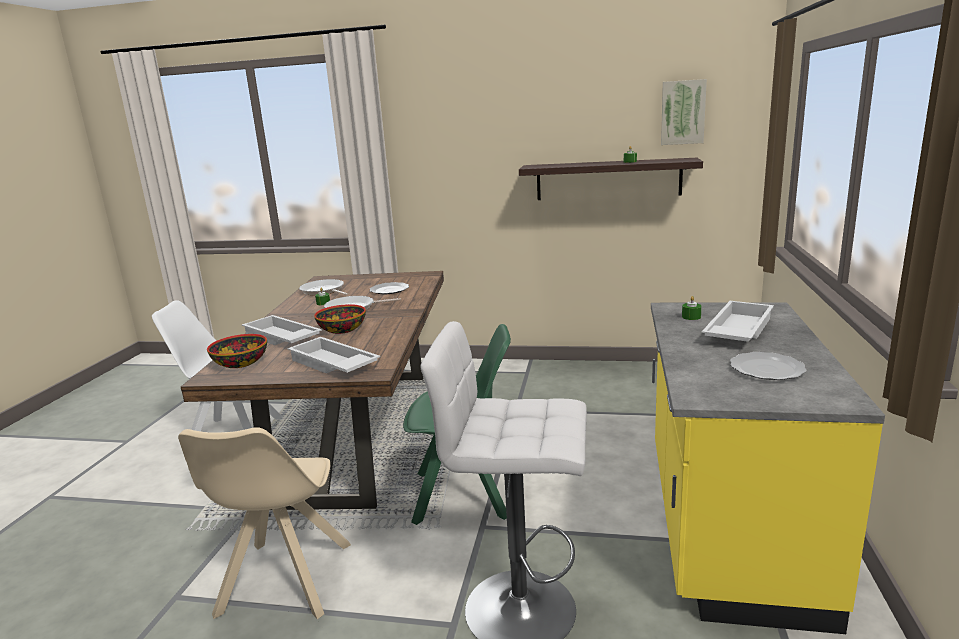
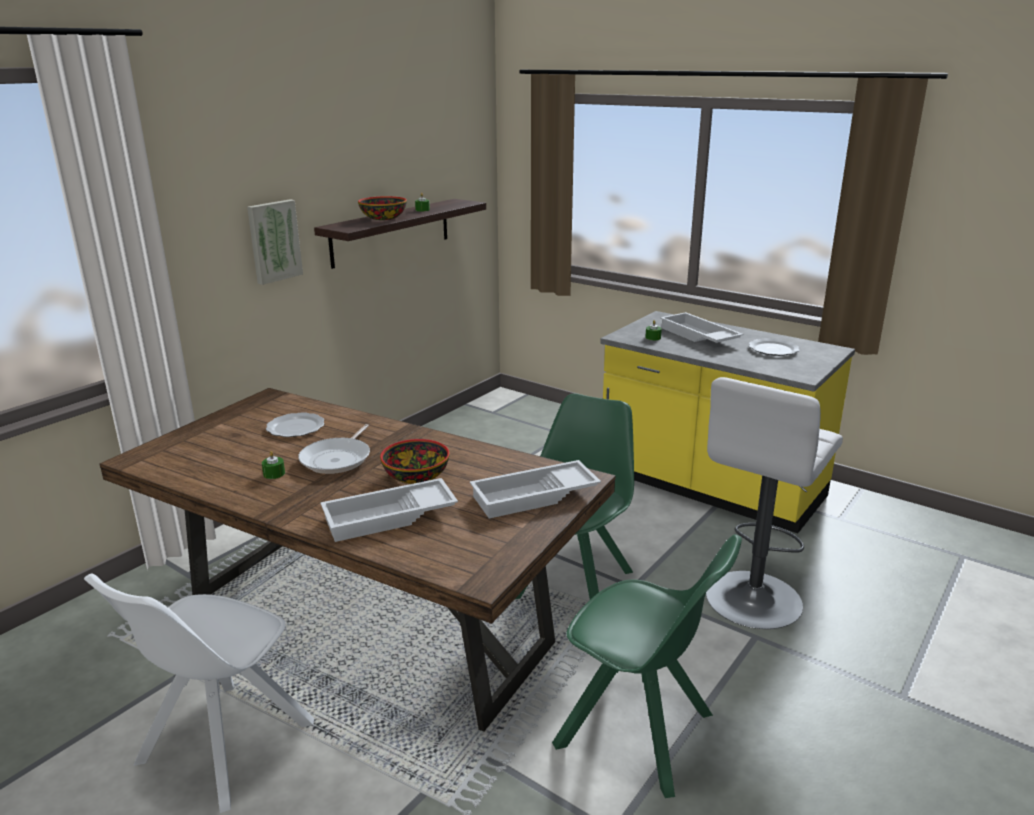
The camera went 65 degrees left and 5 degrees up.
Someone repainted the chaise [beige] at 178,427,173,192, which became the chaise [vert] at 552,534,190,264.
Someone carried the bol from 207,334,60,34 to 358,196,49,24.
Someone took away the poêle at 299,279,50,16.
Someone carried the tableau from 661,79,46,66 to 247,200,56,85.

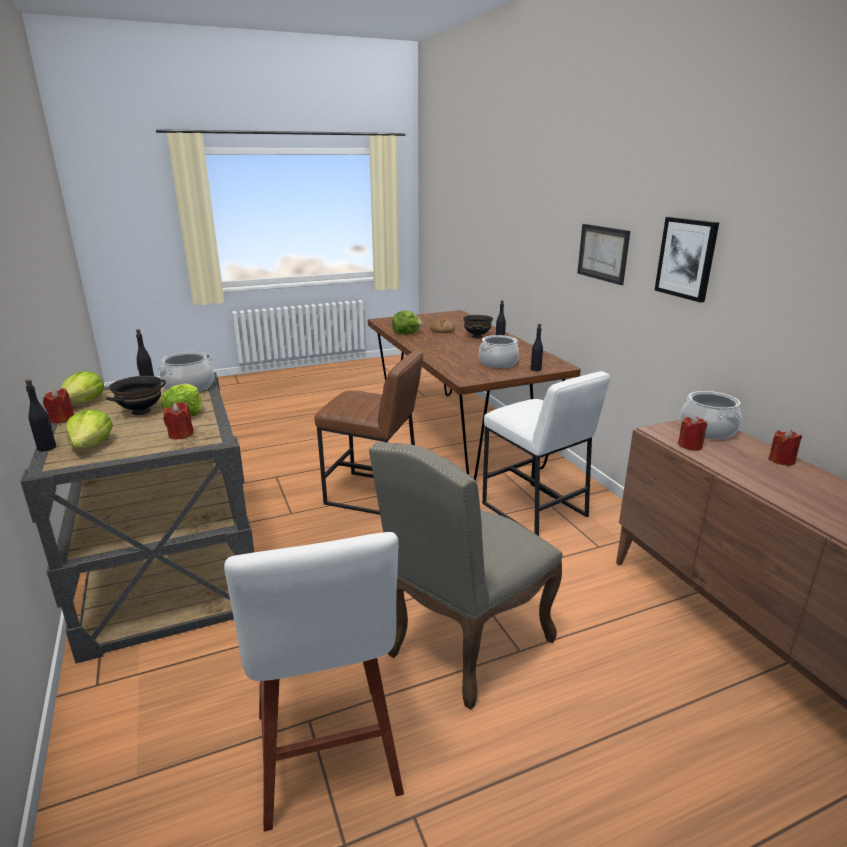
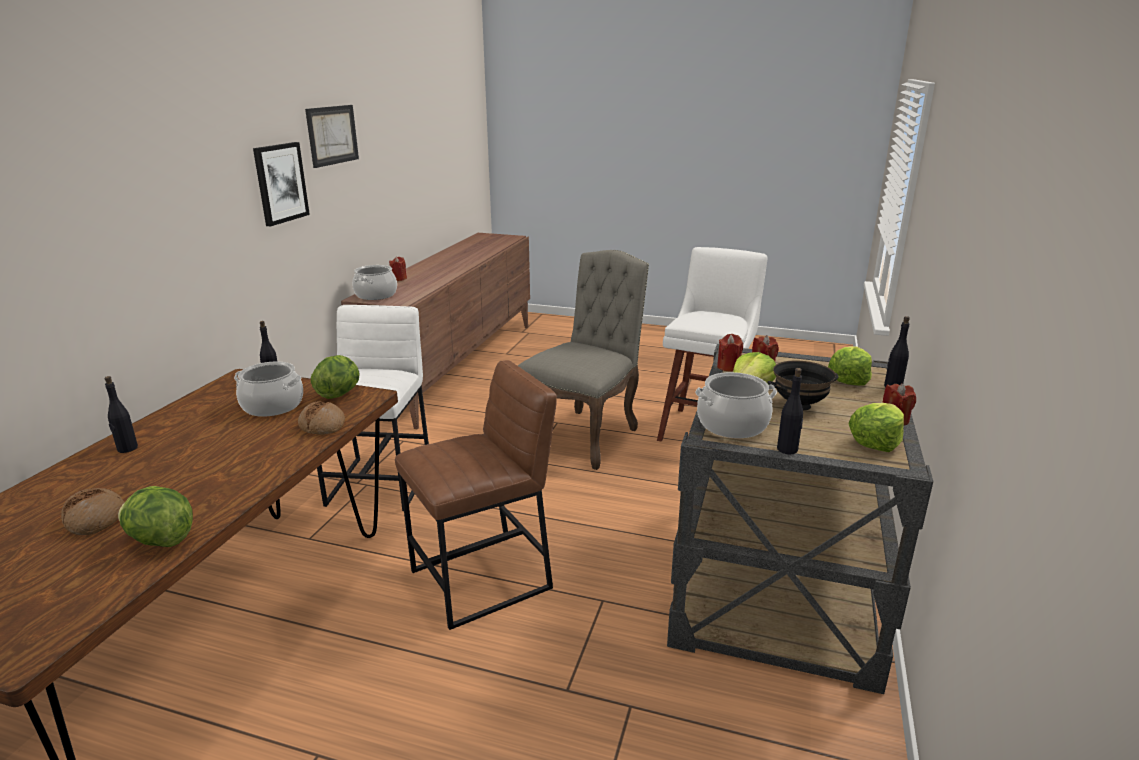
The camera went 140 degrees left and 0 degrees up.
Someone rotated the chaise [marron] at 314,351,109,164 by 90 degrees clockwise.
Someone rotated the chaise [gris] at 369,442,193,268 by 45 degrees counterclockwise.
Someone took away the bol [noir] at 463,315,30,23.
Someone carried the tableau from 577,224,53,61 to 305,105,54,63.
Someone carried the bougie [rouge] from 678,416,29,35 to 717,334,26,37.
Someone put down the pain at 298,401,47,34.
Someone put down the laitue at 311,355,49,44.

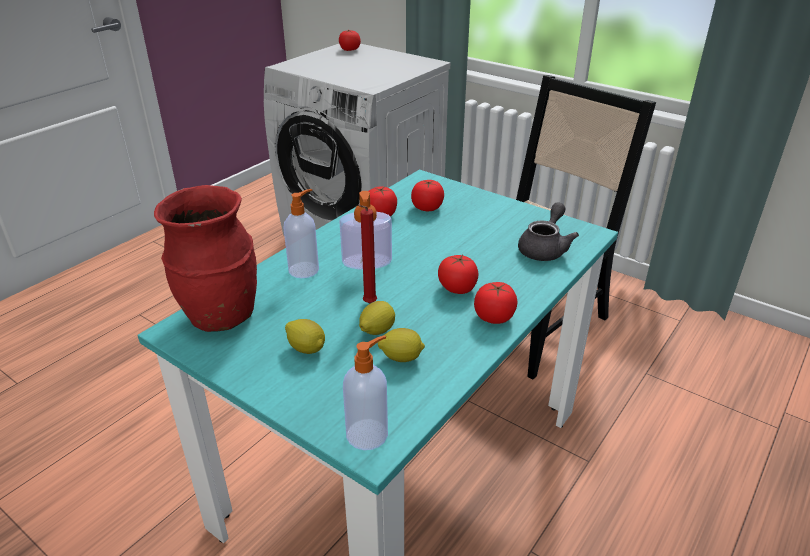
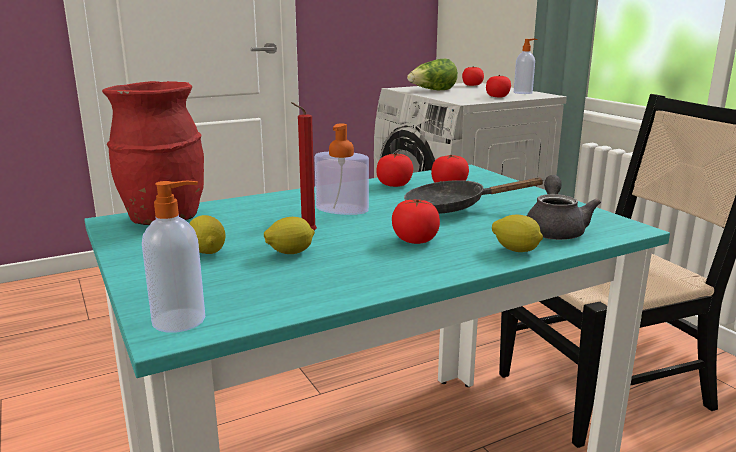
The camera went 25 degrees right and 15 degrees down.
Someone carried the distributeur de savon from 284,189,35,89 to 514,39,23,55.
Someone carried the citron from 378,328,47,34 to 492,215,51,37.
Someone carried the tomate from 474,282,44,42 to 486,75,25,22.
Someone rotated the théière [gris] at 518,202,61,59 by 45 degrees counterclockwise.
Someone put down the poêle [noir] at 404,177,141,37.
Someone put down the laitue at 407,59,51,31.

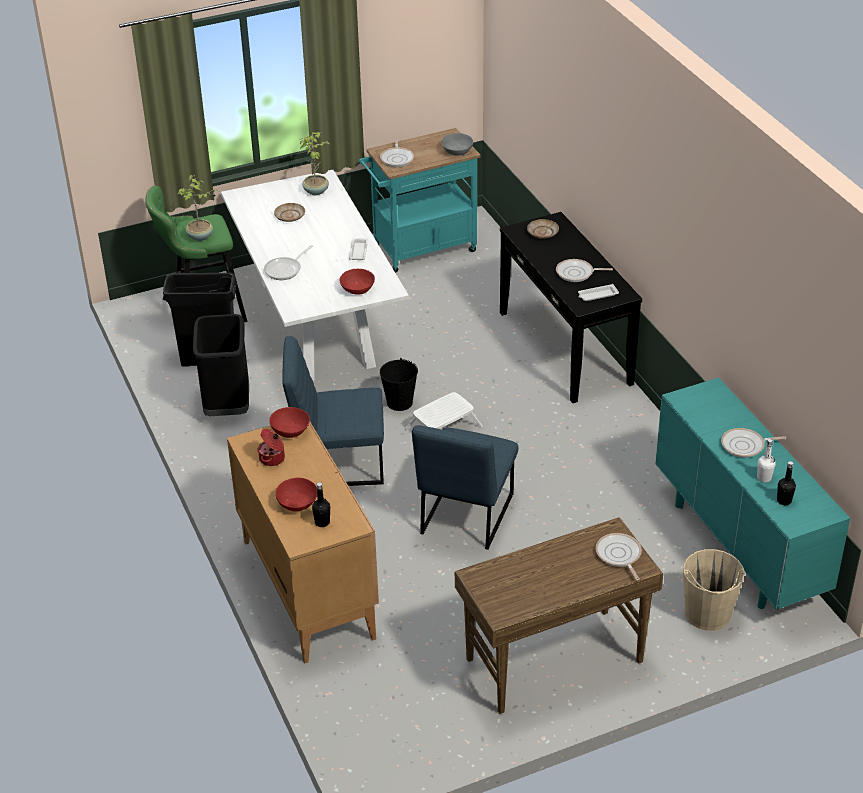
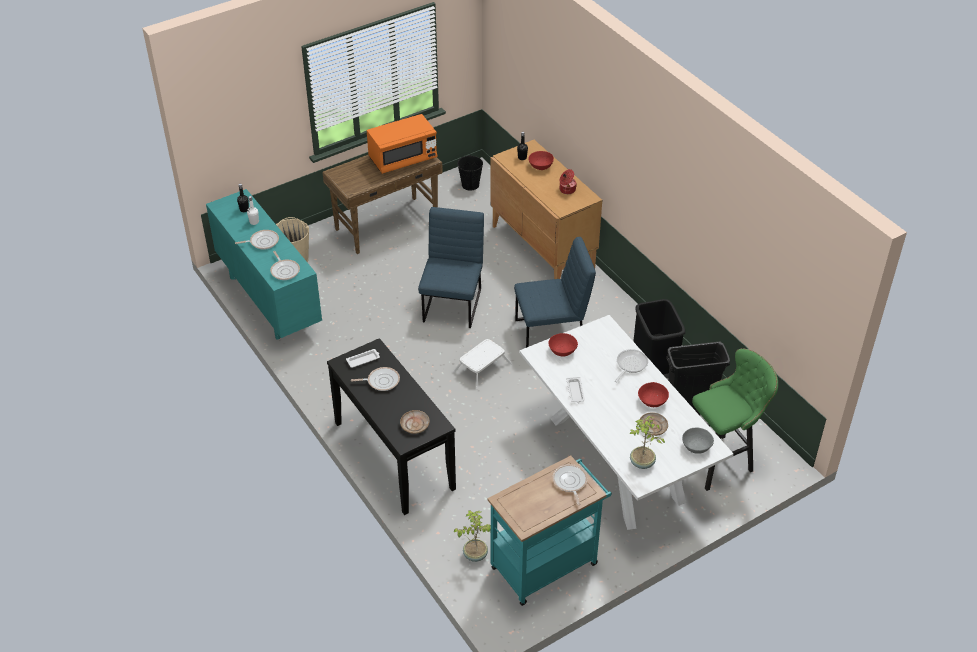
The camera went 170 degrees right and 5 degrees up.
Someone carried the plante en pot from 178,175,40,66 to 454,510,37,52.
Someone carried the bol [rouge] from 269,407,41,31 to 638,382,31,25.
Someone carried the seau [noir] from 380,358,38,53 to 457,154,26,36.
Someone carried the bol [gris] from 441,133,32,22 to 682,428,32,26.
Someone carried the poêle from 595,533,47,48 to 270,251,30,29.
Someone put down the micro-ondes [orange] at 367,114,70,60.

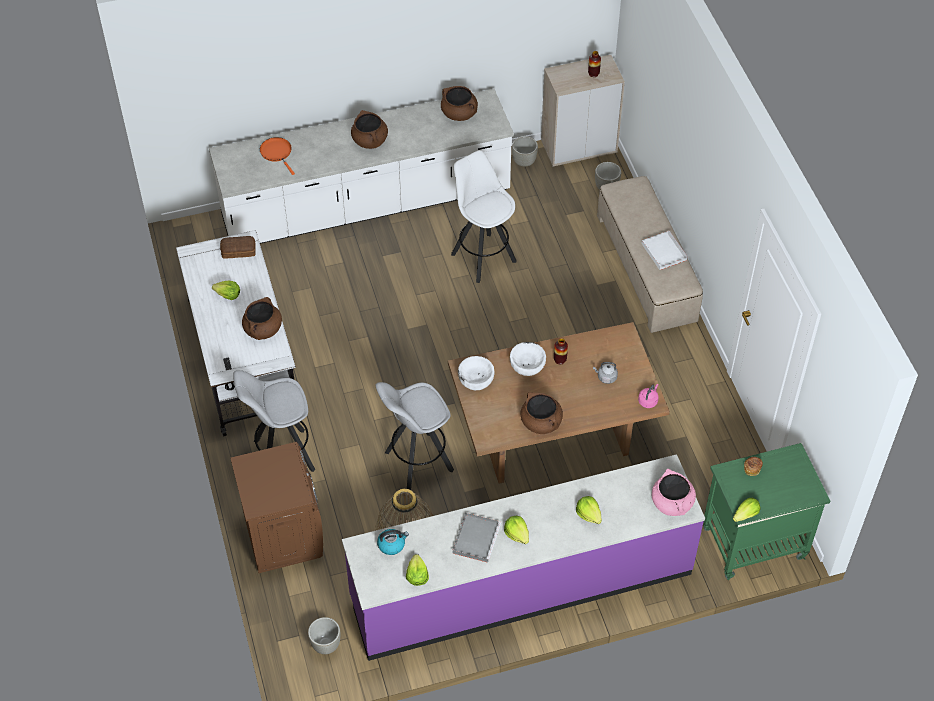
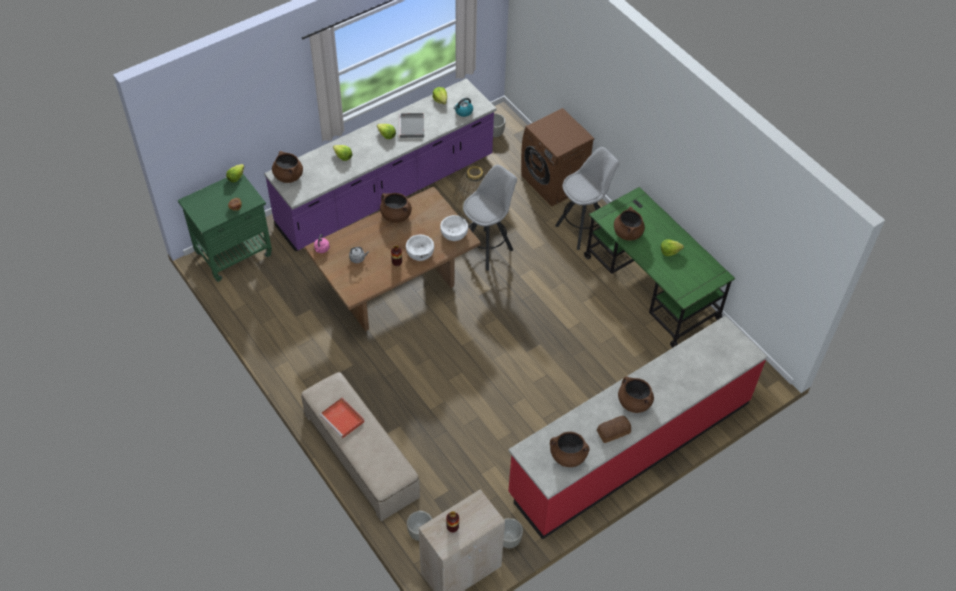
The camera went 160 degrees right and 0 degrees up.
Someone repainted the bureau [blanc] at 176,230,120,207, which became the bureau [vert] at 584,187,151,161.
Someone repainted the comptoir de cuisine [blanc] at 209,89,305,155, which became the comptoir de cuisine [rouge] at 508,316,259,224.
Someone carried the pain from 220,236,36,23 to 597,416,34,27.
Someone took away the poêle [orange] at 260,137,35,38.
Someone took away the tabouret [blanc] at 451,150,66,133.
Someone repainted the plateau [blanc] at 642,231,46,39, which became the plateau [rouge] at 320,398,44,41.
Someone repainted the marmite [rose] at 652,469,44,47, which became the marmite [marron] at 272,151,31,32.

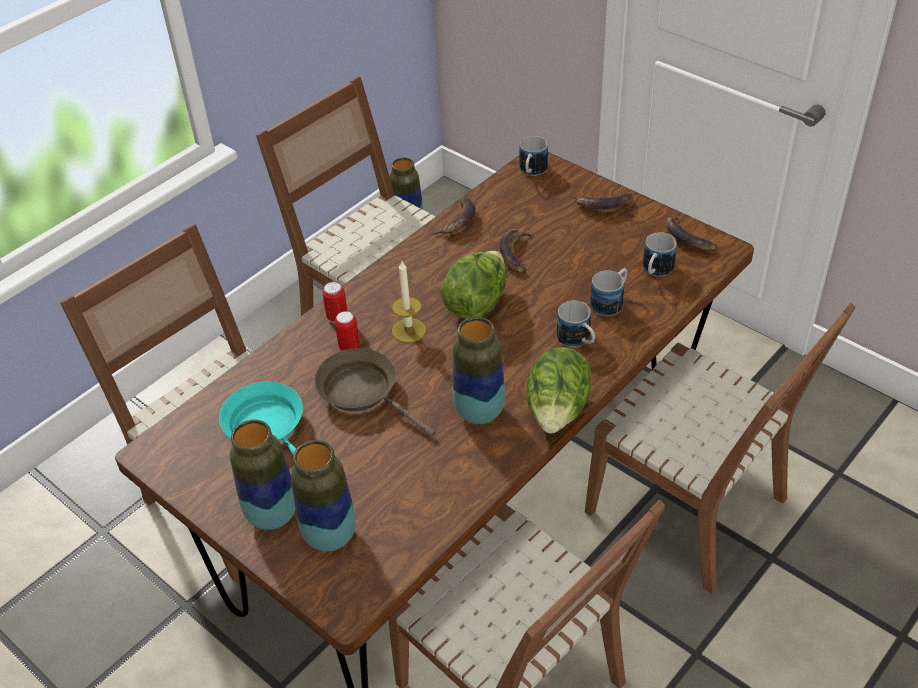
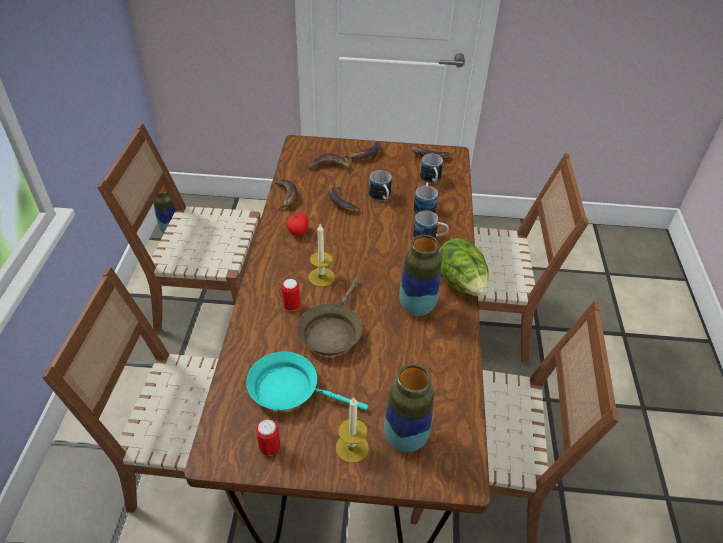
The camera went 40 degrees left and 0 degrees up.
Someone swapped the vase at 230,419,65,111 for the bougie at 336,398,33,65.
Someone rotated the poêle [marron] at 314,348,121,89 by 75 degrees counterclockwise.
Someone carried the boîte métallique from 322,282,25,41 to 256,419,24,37.
Someone took away the laitue at 441,251,66,68.
Someone carried the mug from 519,136,29,40 to 369,170,23,31.
Someone put down the tomate at 286,213,22,23.
Someone put down the banane at 309,153,42,22.

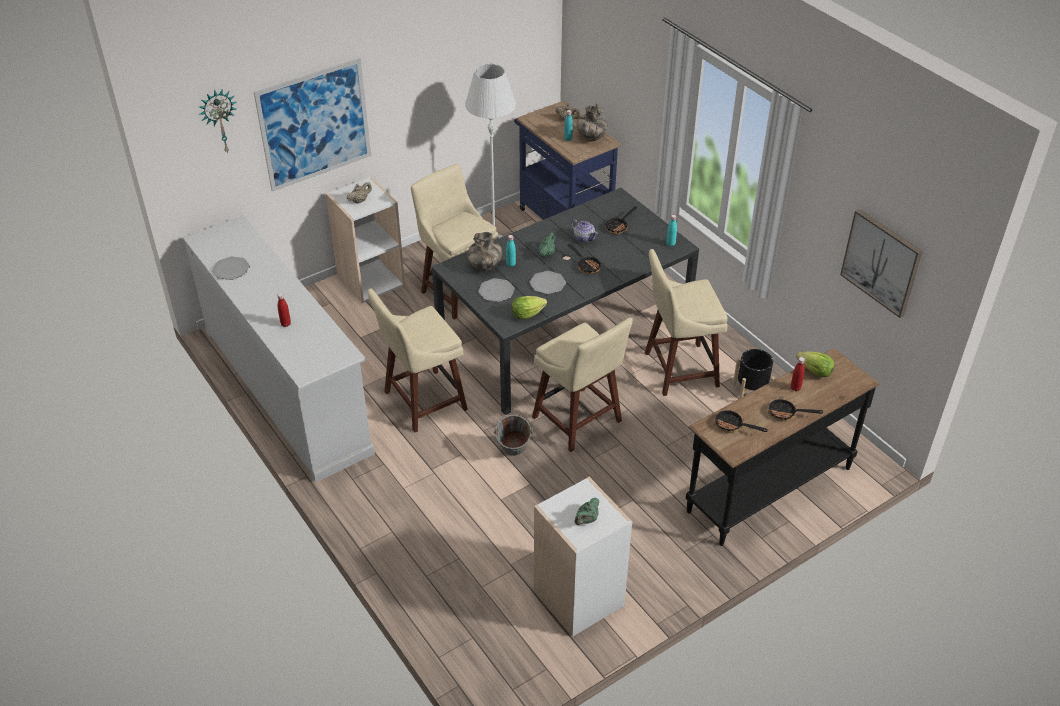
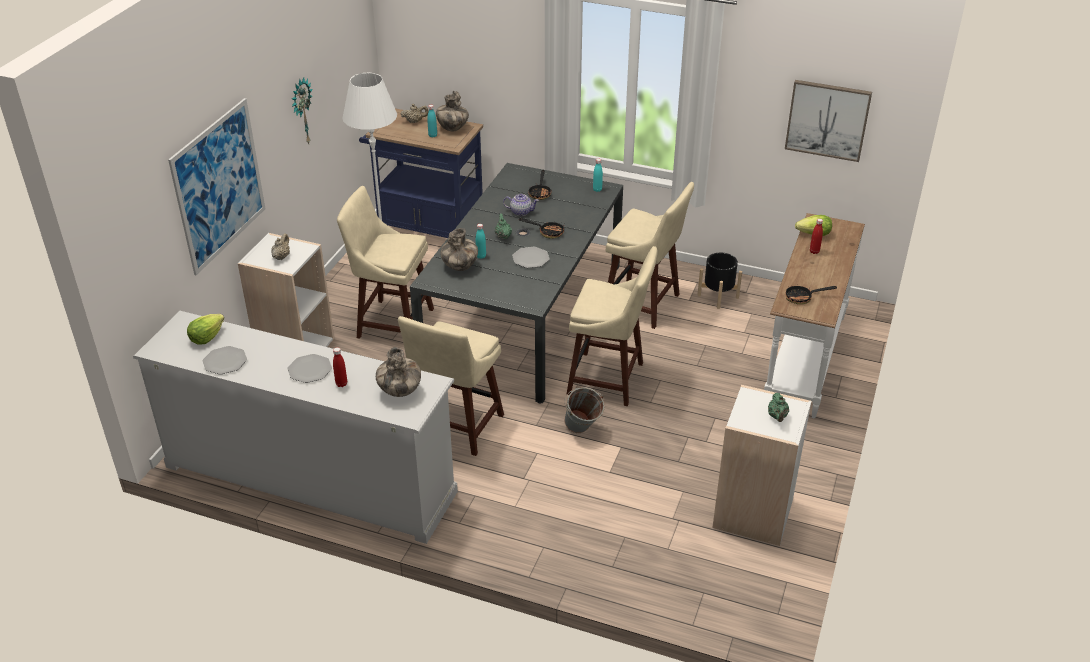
The camera went 35 degrees left and 5 degrees down.
Someone carried the horloge murale from 199,89,38,65 to 292,77,21,66.
Someone carried the assiette from 478,278,37,24 to 287,354,45,29.
Someone carried the laitue from 512,296,35,24 to 187,314,37,31.
Someone rotated the chaise [beige] at 645,249,83,147 by 105 degrees counterclockwise.
Someone repainted the table console [noir] at 686,348,194,198, which became the table console [blanc] at 764,213,101,205.
Someone took away the poêle at 768,399,55,22.
Someone put down the vase at 376,347,45,50.

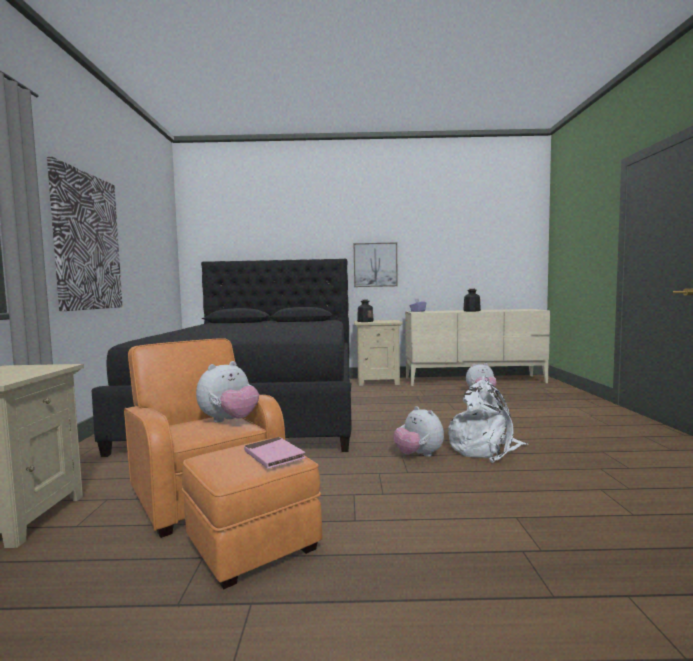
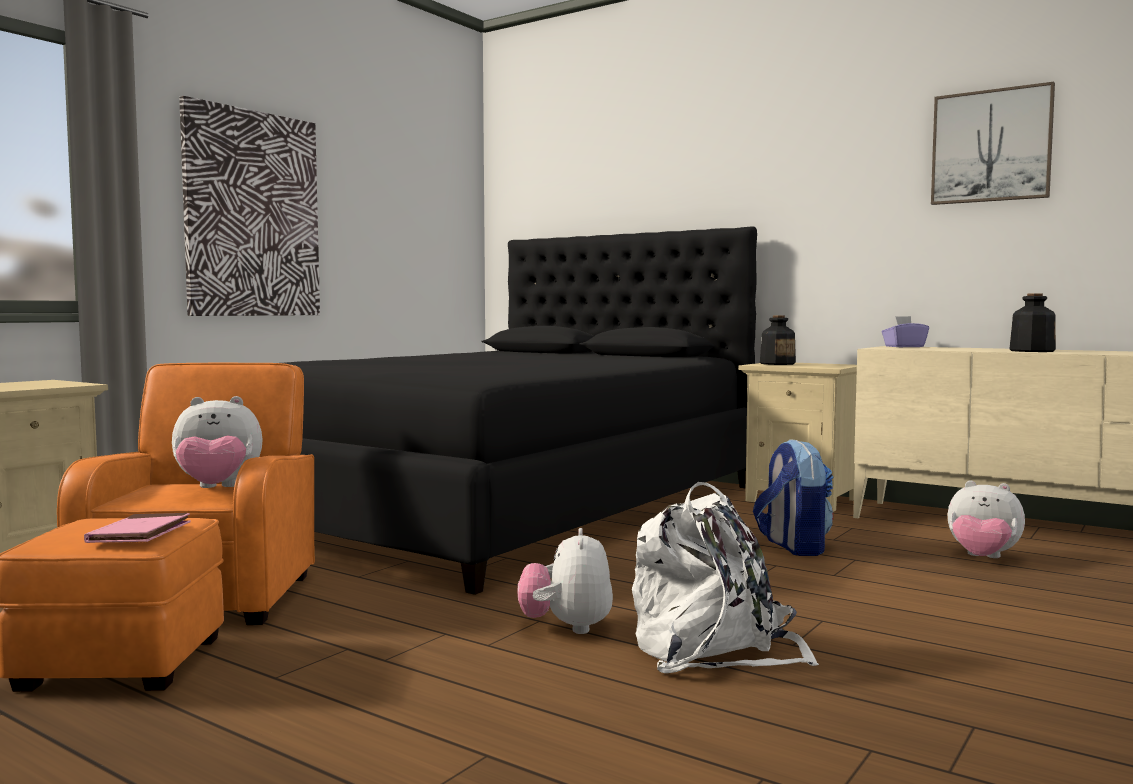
The camera went 35 degrees right and 0 degrees up.
Someone carried the tableau from 354,242,44,45 to 931,82,124,123.
Someone put down the sac à dos at 753,439,81,117.

